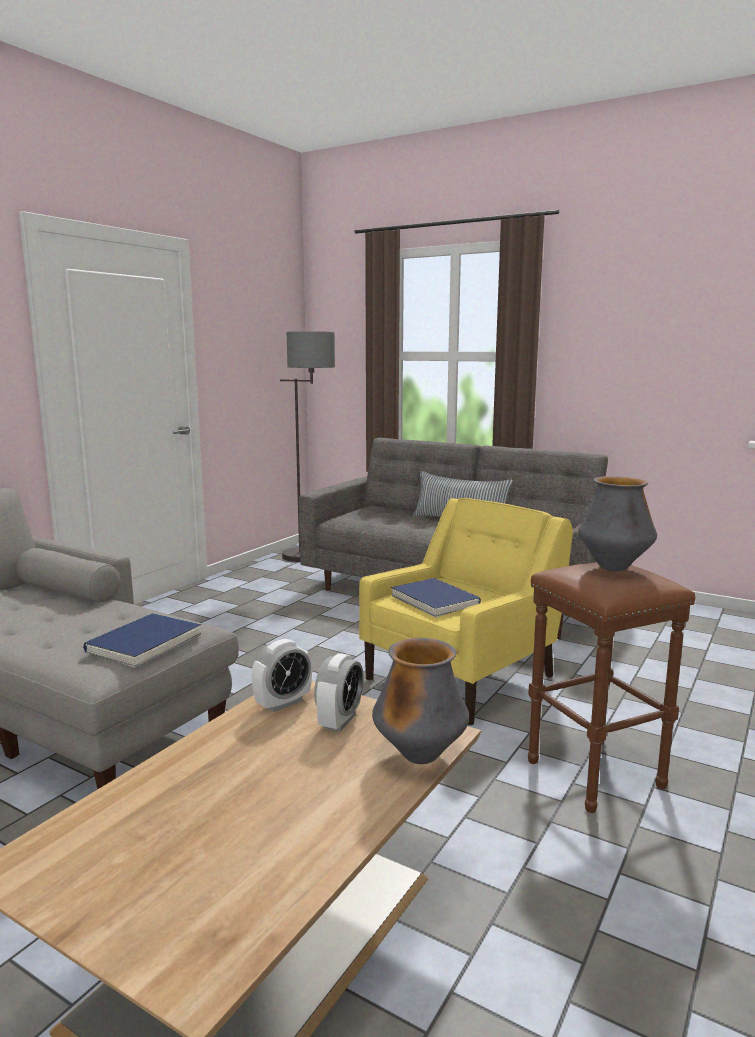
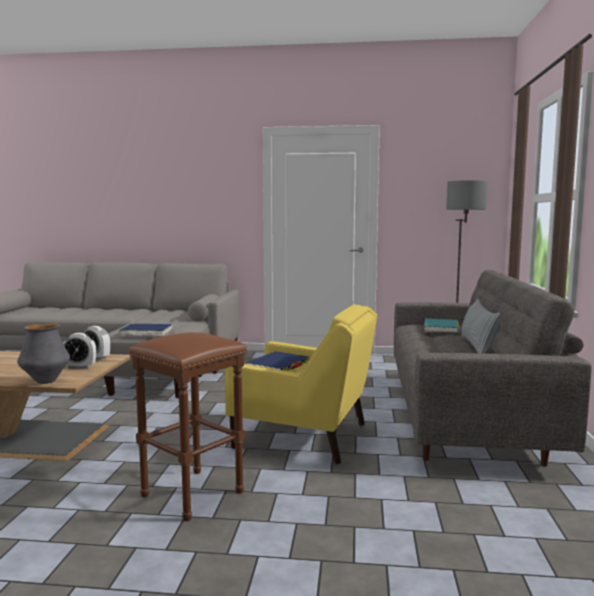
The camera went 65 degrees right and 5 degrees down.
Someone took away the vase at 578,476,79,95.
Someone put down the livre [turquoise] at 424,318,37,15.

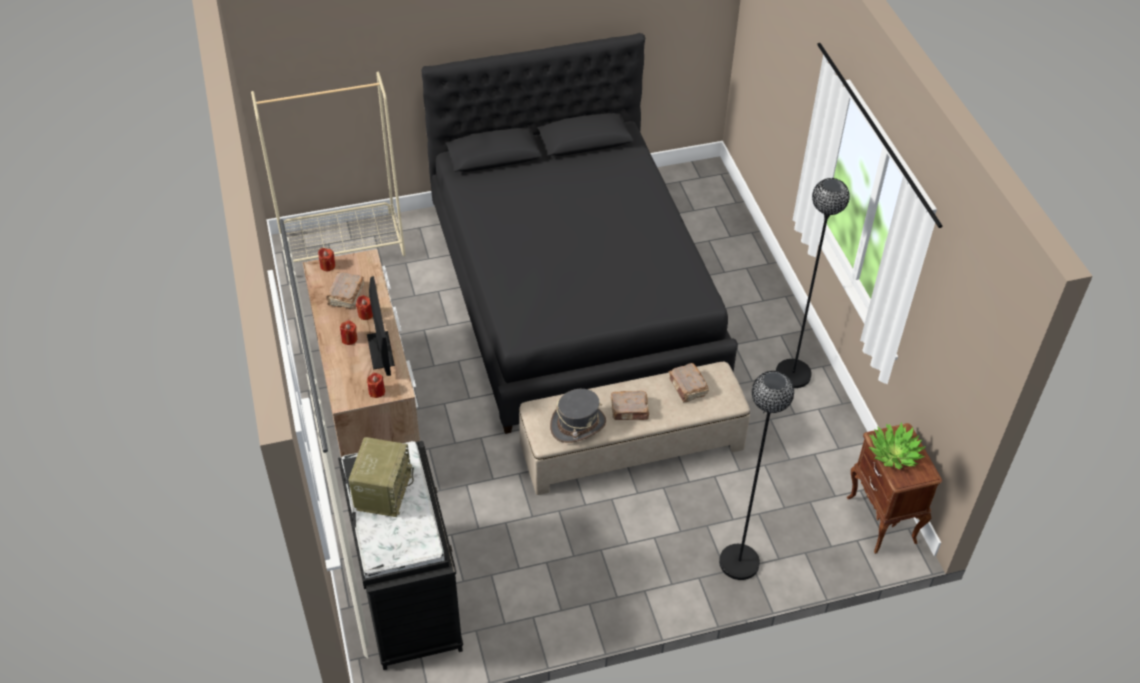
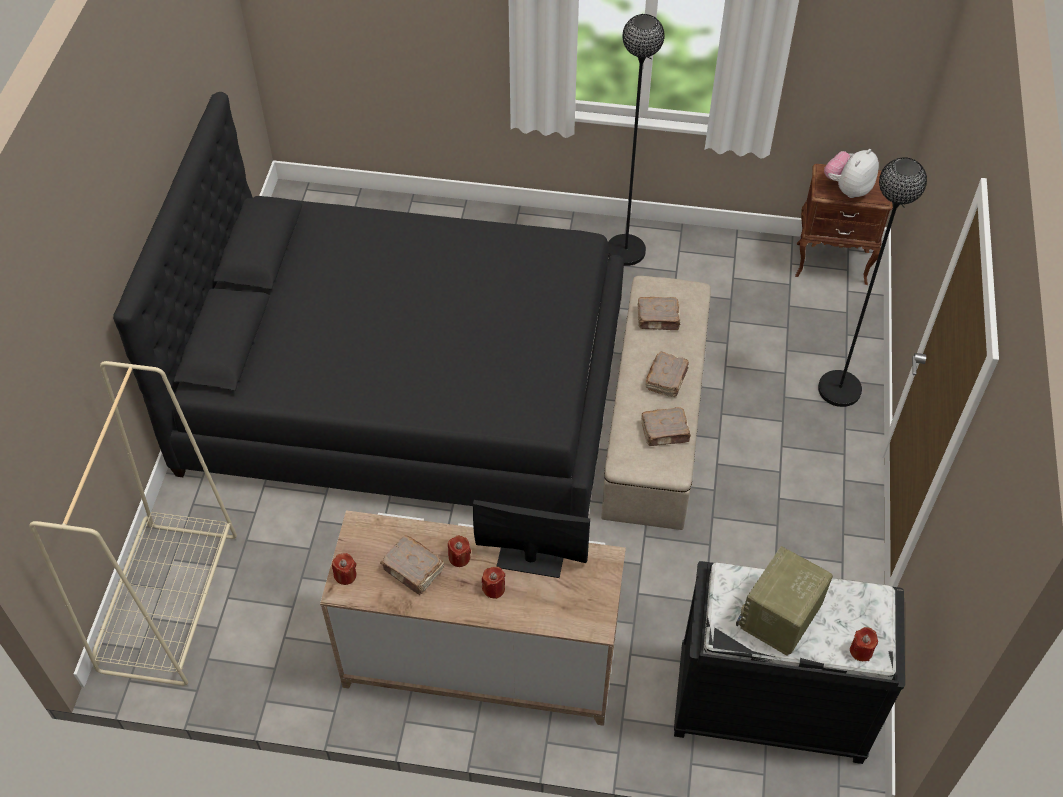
The camera went 65 degrees left and 5 degrees up.
Someone rotated the radio at 348,437,66,80 by 90 degrees counterclockwise.
Someone carried the bougie [rouge] from 367,373,18,25 to 850,627,28,34.
Someone swapped the chapeau [gris] at 550,389,56,54 for the livre [marron] at 641,407,50,39.
Someone swapped the plante en pot at 869,422,57,48 for the peluche at 824,149,55,49.

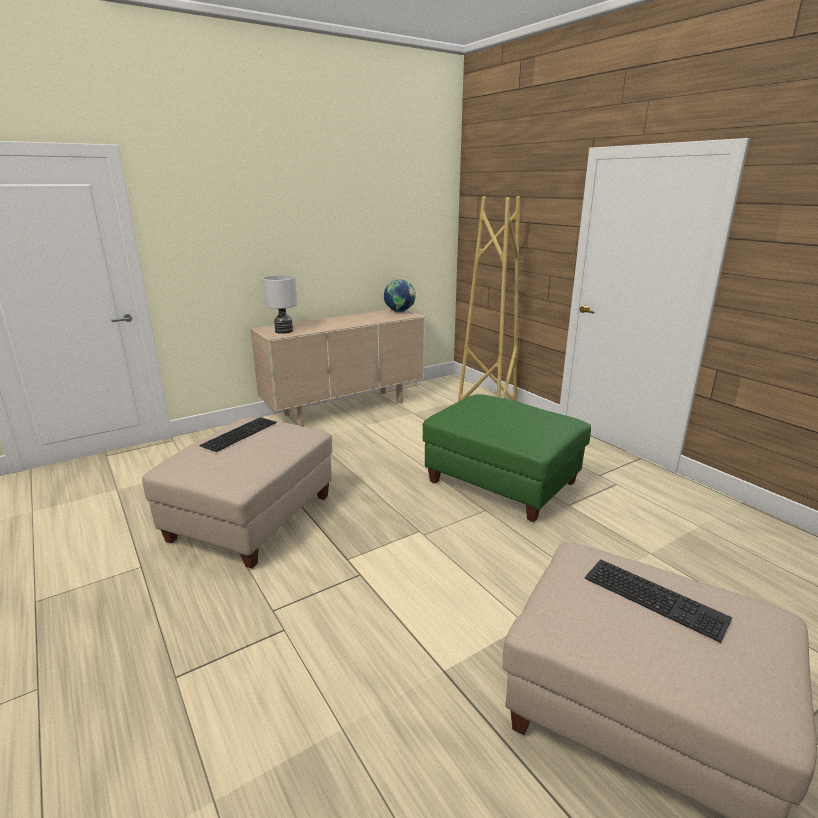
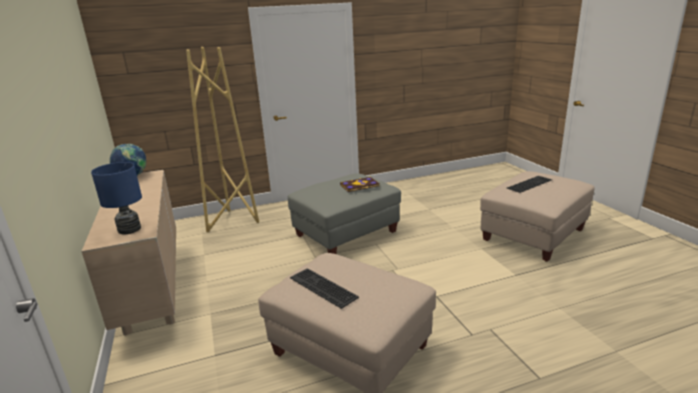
The camera went 75 degrees left and 0 degrees up.
Someone repainted the lampe de table [gris] at 263,275,34,59, which became the lampe de table [bleu] at 91,162,51,72.
Someone repainted the pouf [vert] at 423,394,168,128, which became the pouf [gris] at 288,173,113,81.
Someone put down the livre at 340,177,40,15.

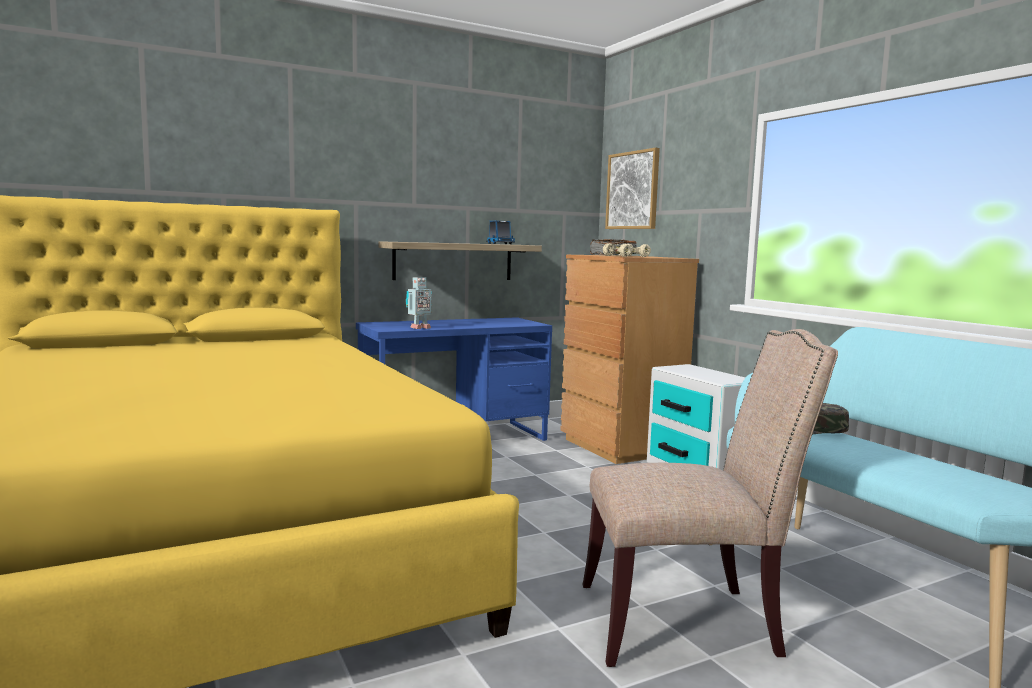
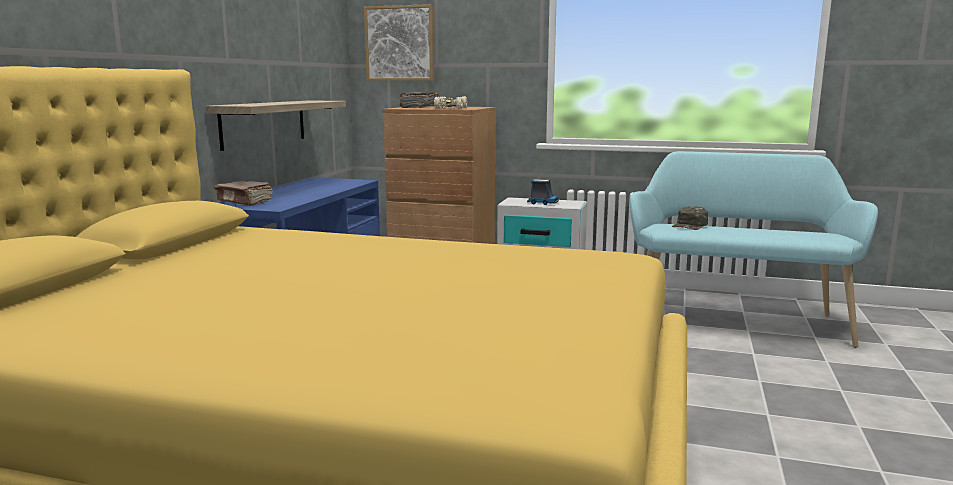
The camera went 45 degrees left and 5 degrees up.
Someone took away the robot jouet at 406,277,26,52.
Someone carried the camion jouet from 486,221,29,23 to 527,179,32,26.
Someone took away the chaise [beige] at 583,329,255,338.
Someone put down the livre [marron] at 214,181,59,25.

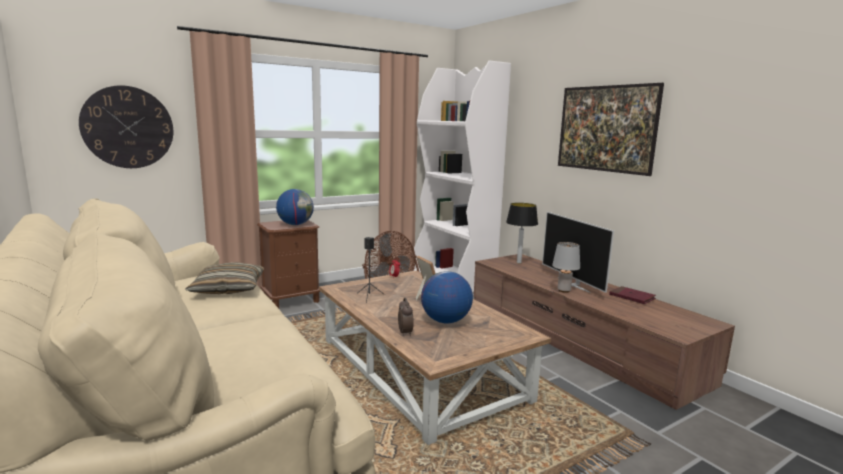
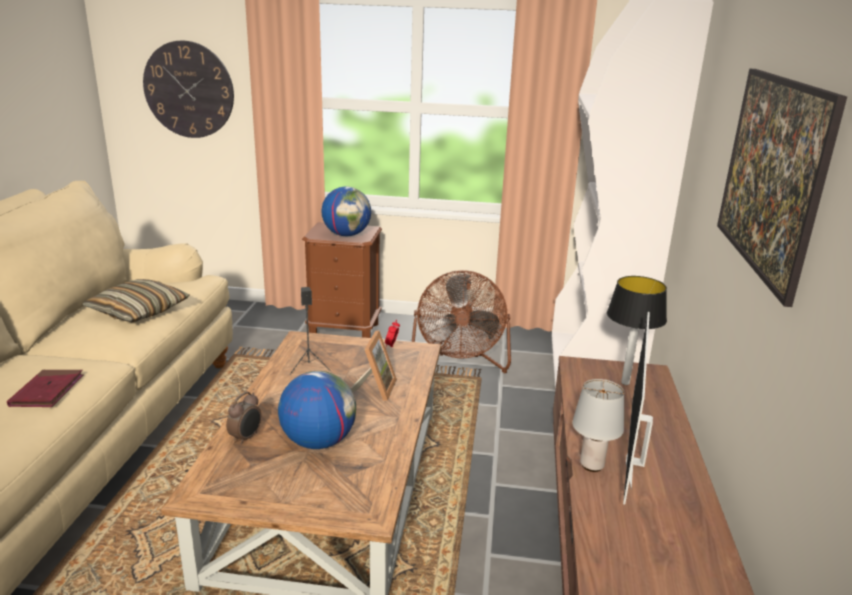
The camera went 40 degrees right and 10 degrees up.
Someone carried the livre [rouge] from 609,286,47,18 to 7,370,77,37.

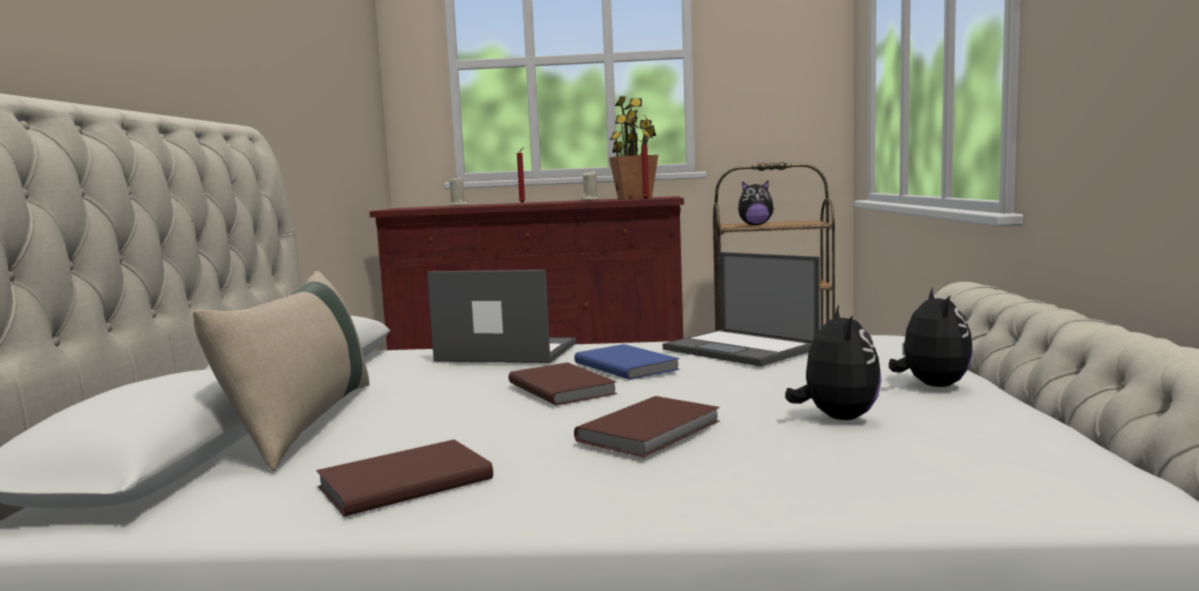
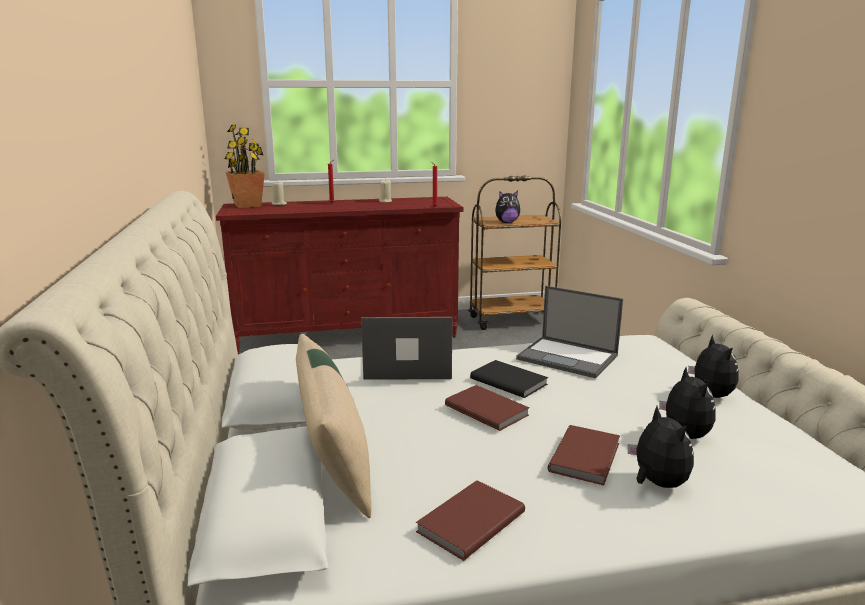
The camera went 15 degrees left and 10 degrees up.
Someone repainted the livre [bleu] at 574,344,106,36, which became the livre [noir] at 470,360,78,38.
Someone carried the plante en pot from 609,96,49,103 to 224,125,41,83.
Someone put down the peluche at 628,406,66,82.

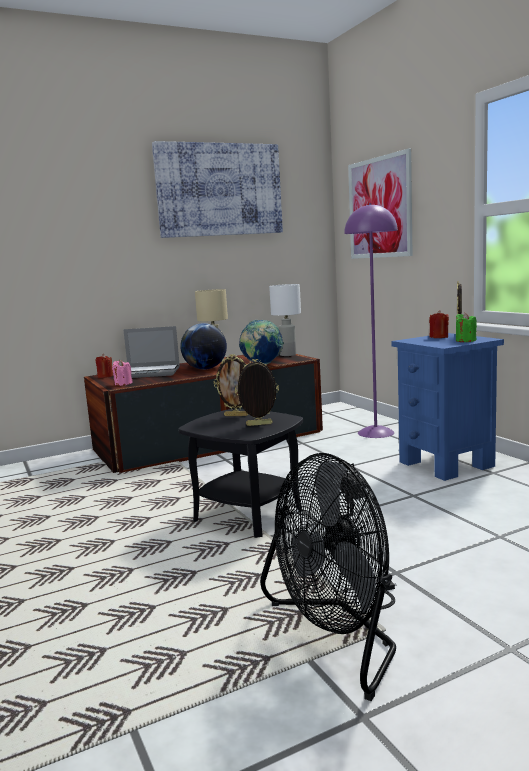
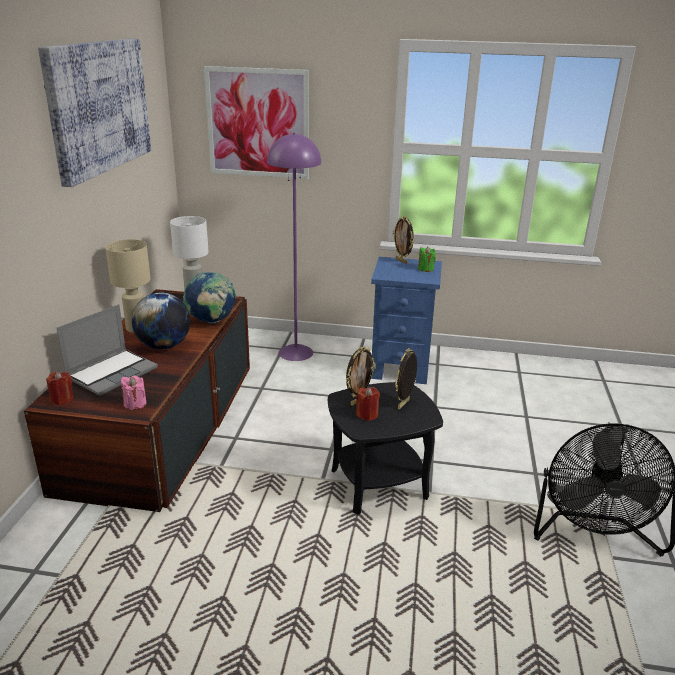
The camera went 55 degrees left and 15 degrees up.
Someone carried the bougie [rouge] from 429,310,20,28 to 356,387,24,34.

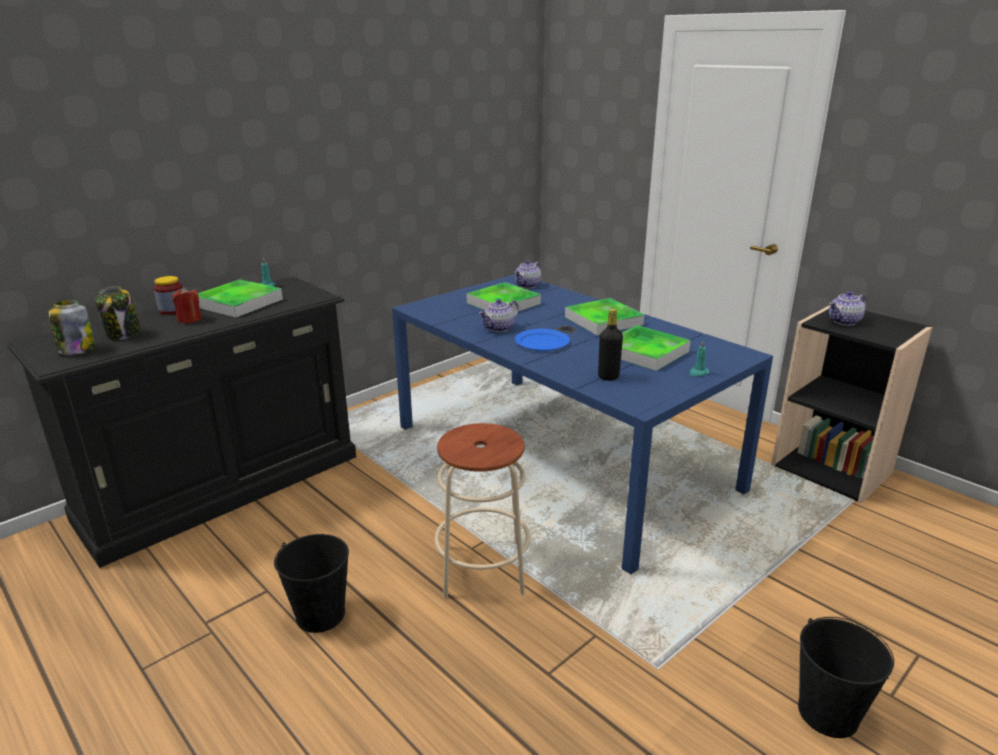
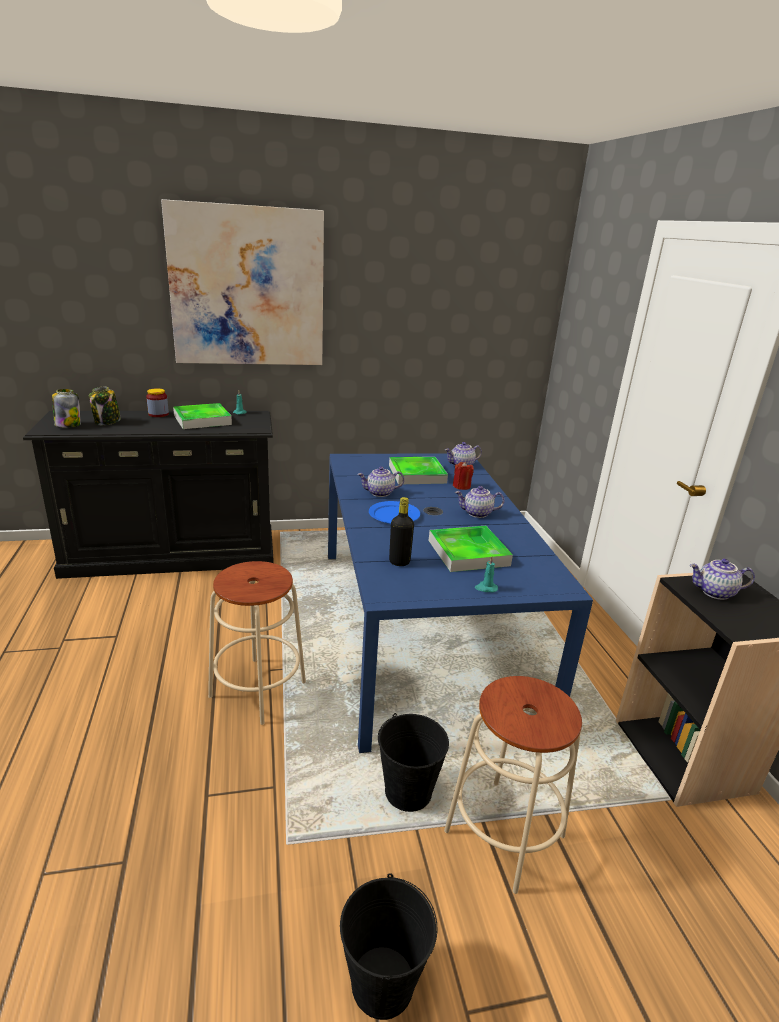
The camera went 30 degrees right and 0 degrees up.
Someone carried the bougie [rouge] from 172,287,30,36 to 453,462,21,28.
Someone carried the seau [noir] from 274,534,75,99 to 378,713,71,99.
Someone swapped the plateau at 565,298,79,37 for the théière at 455,486,50,32.
Someone put up the tableau at 161,199,163,166.
Someone put down the tabouret [beige] at 444,676,138,218.

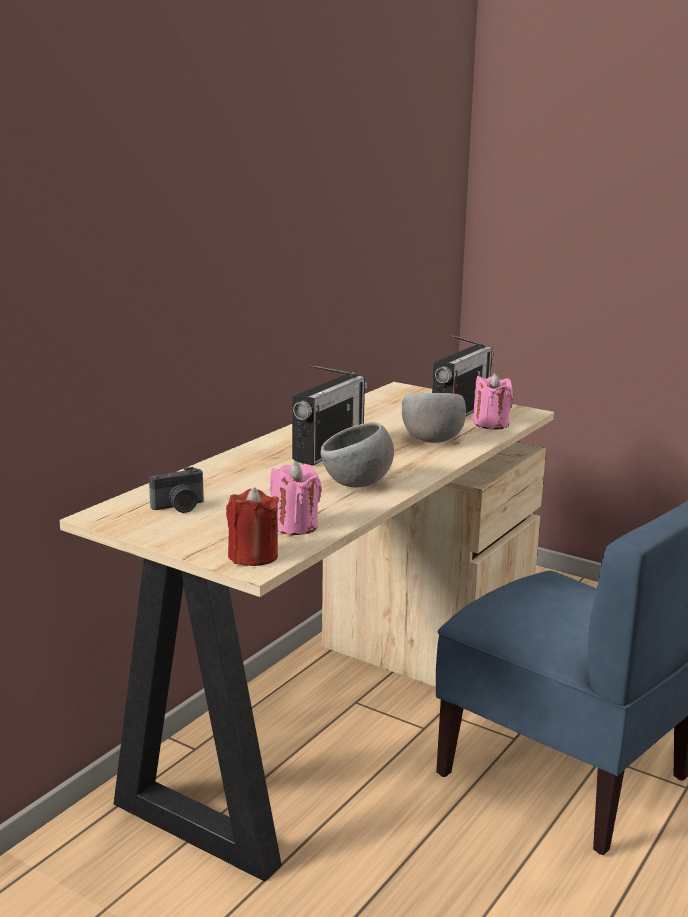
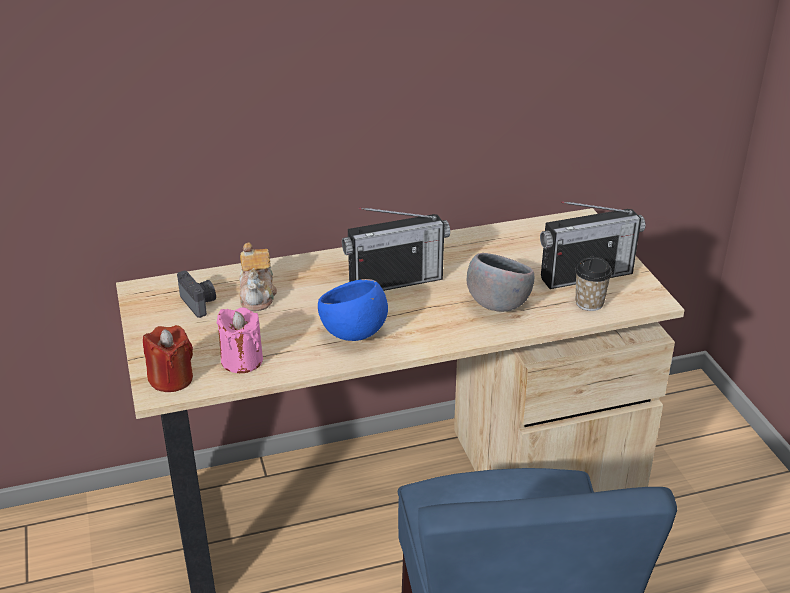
The camera went 40 degrees right and 15 degrees up.
Someone rotated the appareil photo at 149,467,55,46 by 135 degrees counterclockwise.
Someone repainted the bol [gris] at 321,422,73,65, which became the bol [bleu] at 318,279,70,62.
Someone swapped the bougie [rose] at 472,373,42,57 for the tasse at 575,257,37,54.
Someone put down the théière at 239,242,38,69.

